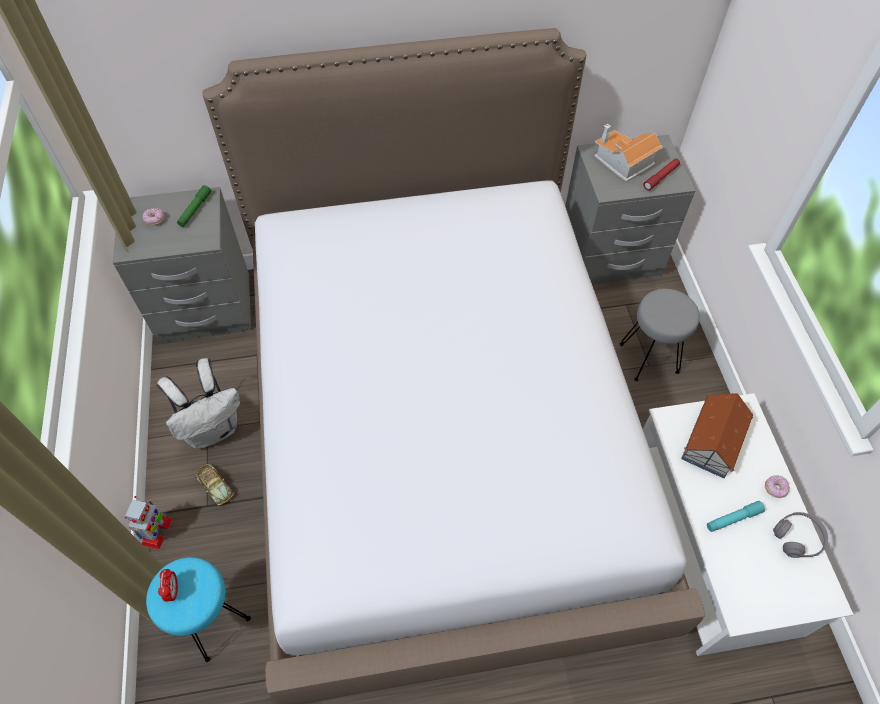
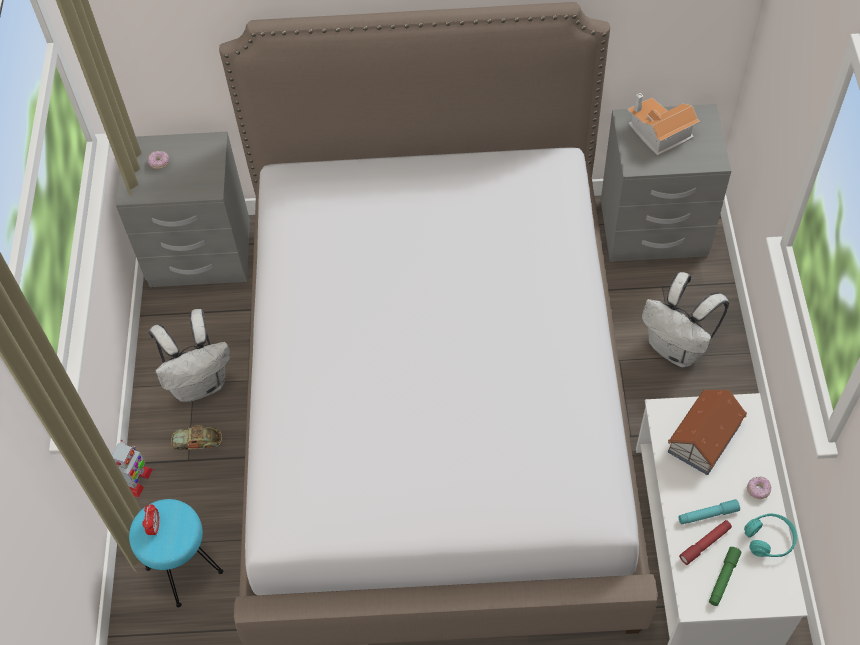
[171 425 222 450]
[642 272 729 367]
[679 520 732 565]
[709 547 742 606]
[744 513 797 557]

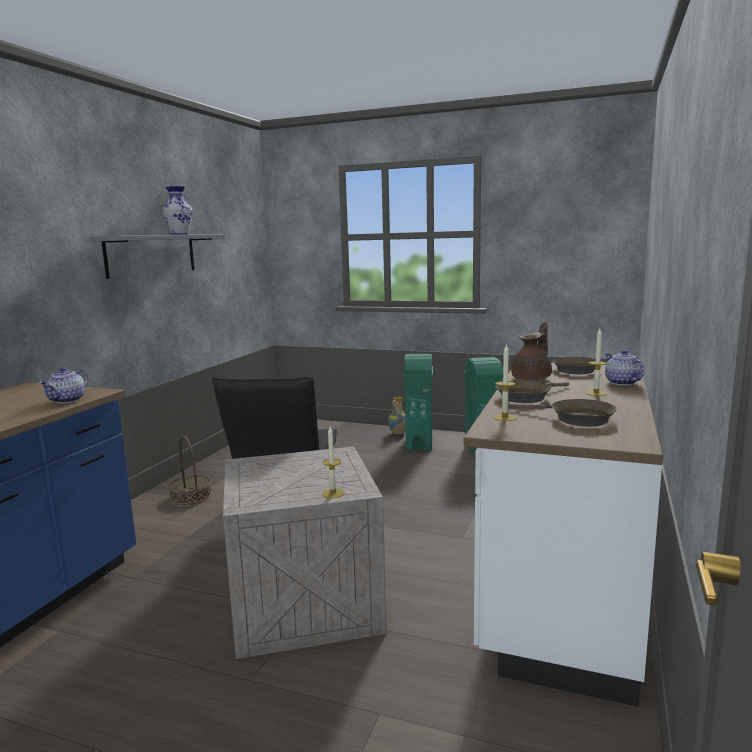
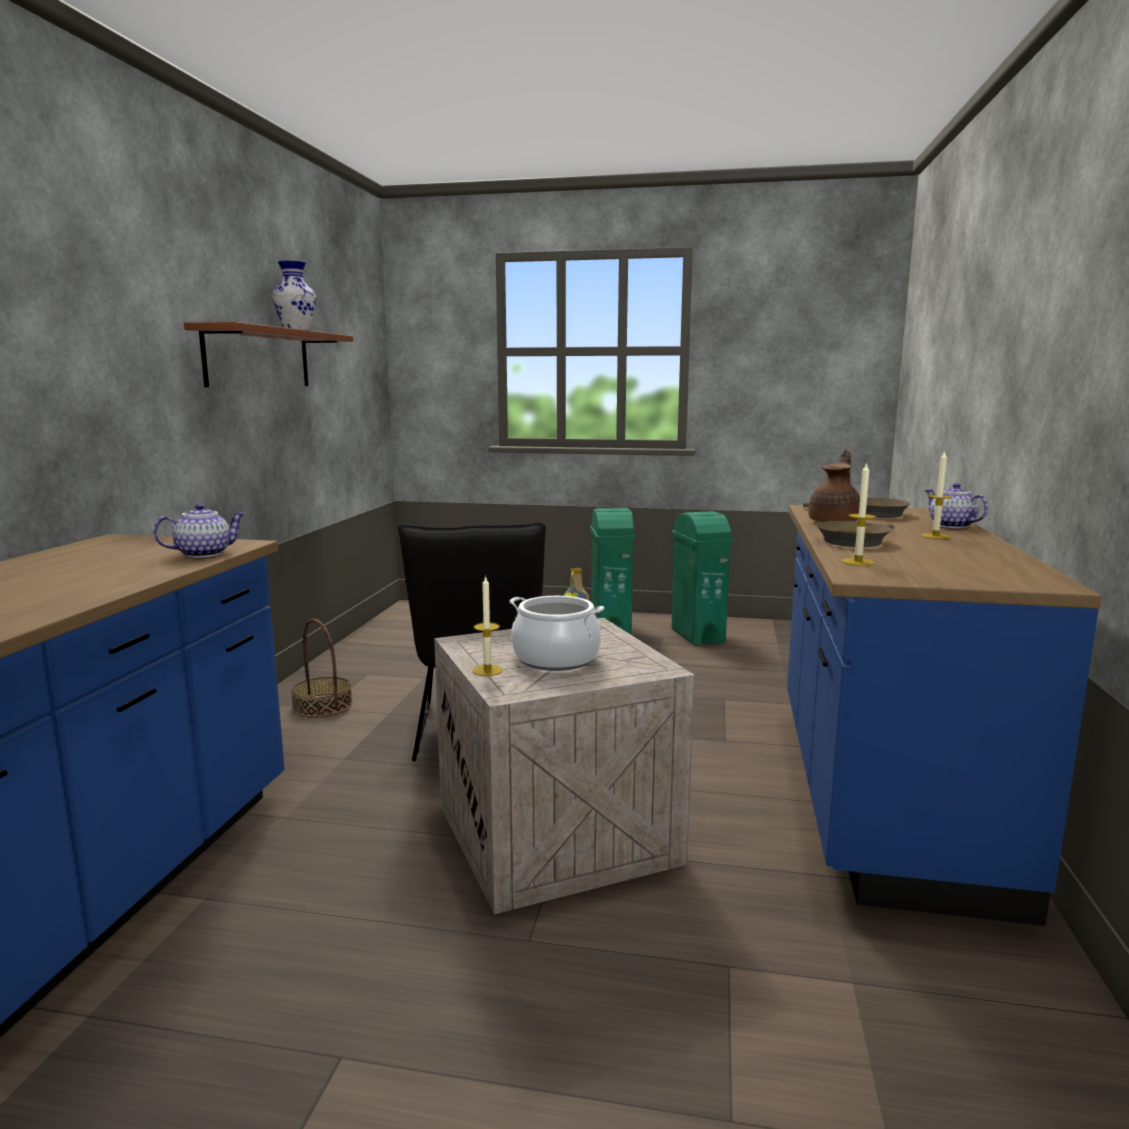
[153 503 246 558]
[184 322 353 387]
[473 575 503 676]
[509 596 604 671]
[787 505 1102 926]
[508 399 617 427] (first image)

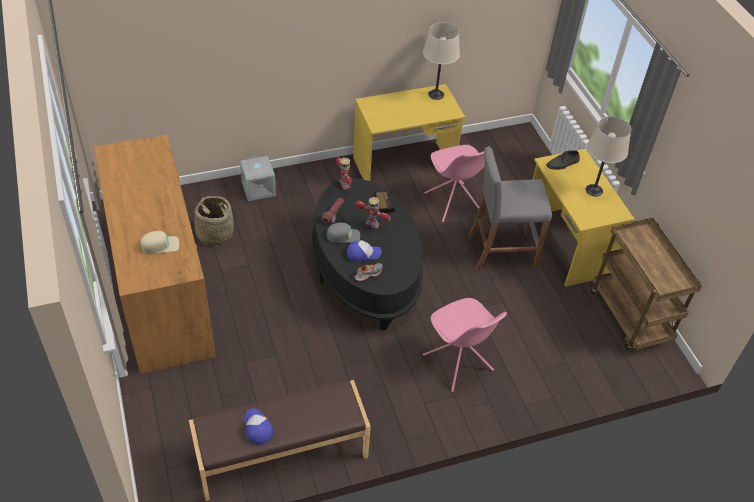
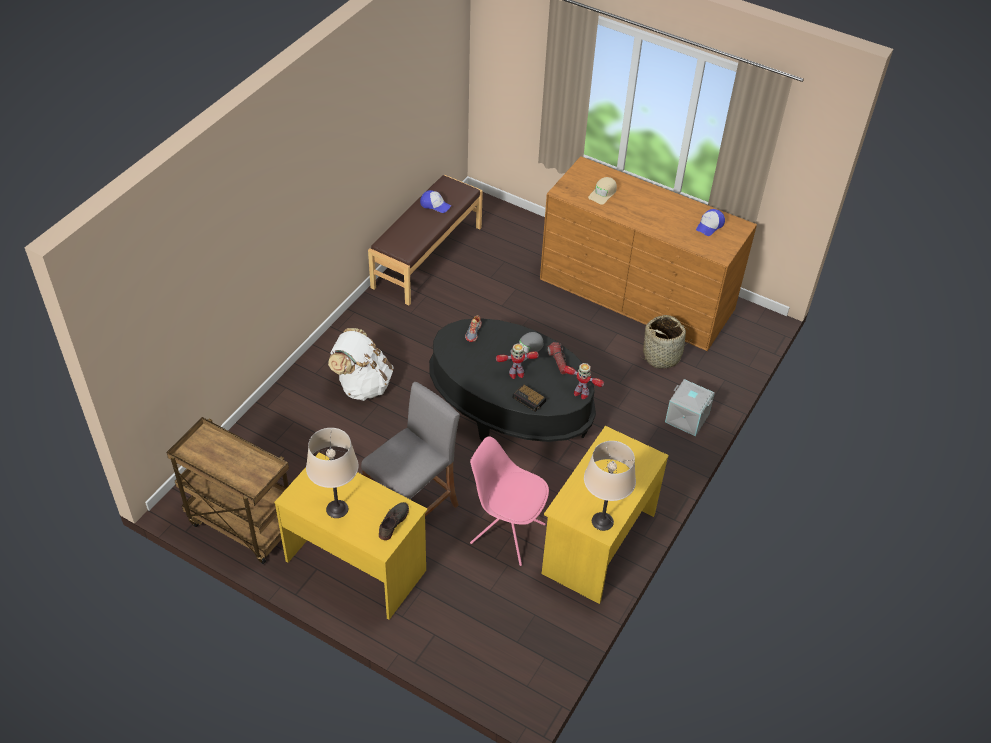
[328 328 394 401]
[696 209 725 236]

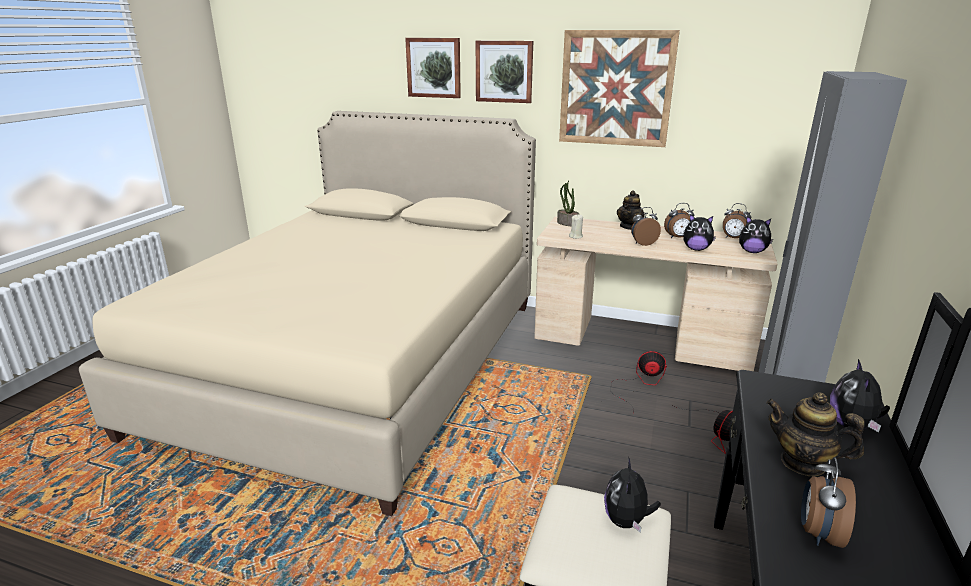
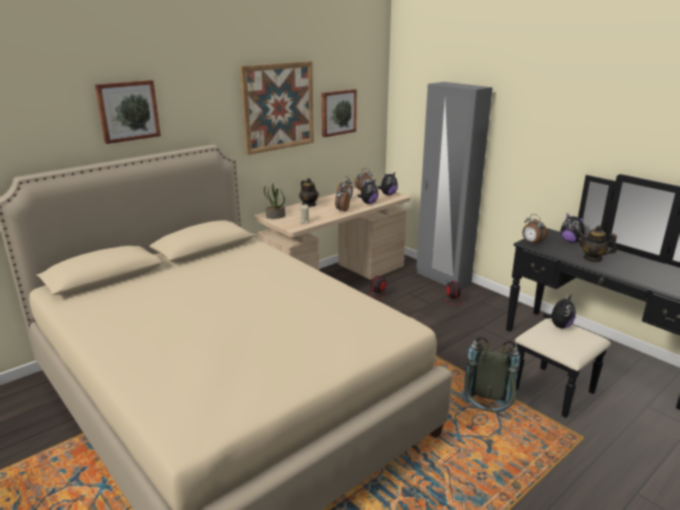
[322 89 357 137]
[460 336 521 413]
[522 214 547 245]
[543 296 576 328]
[577 225 617 262]

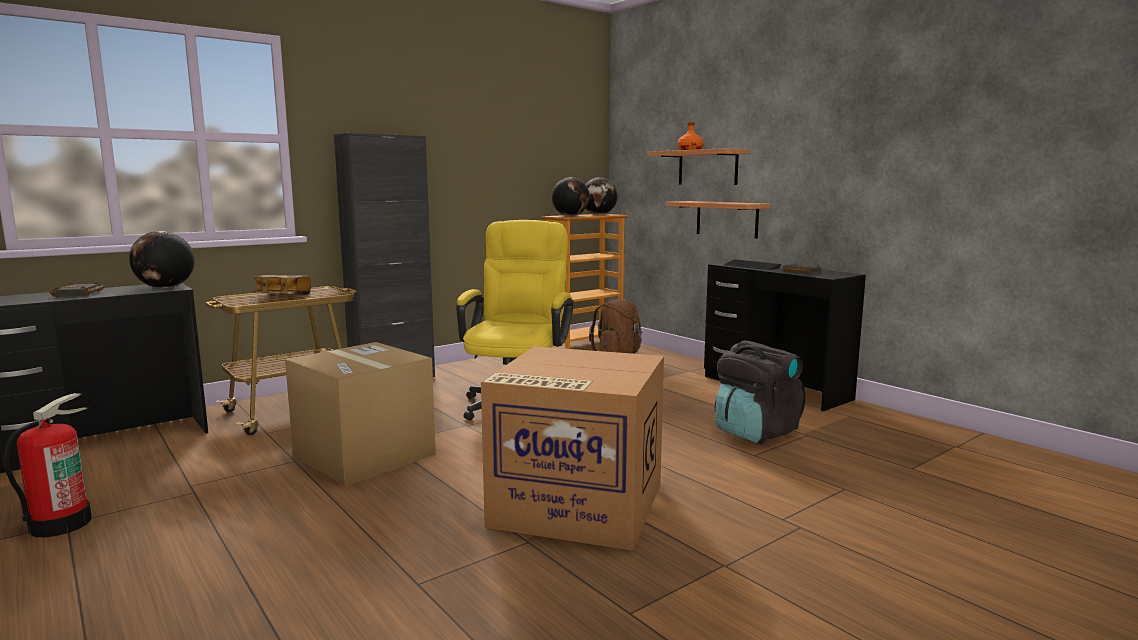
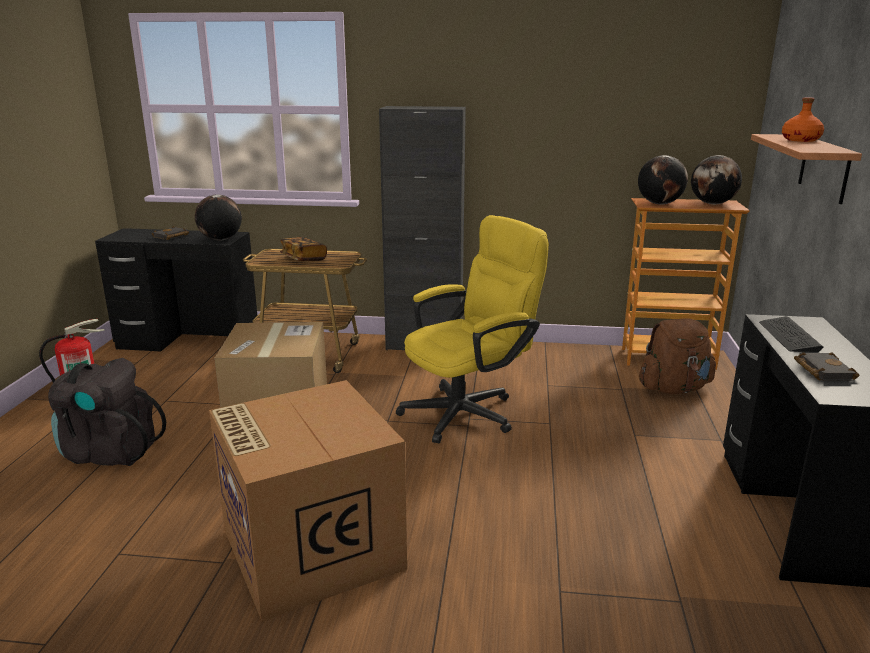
[48 358 166 466]
[666 201 770 239] (first image)

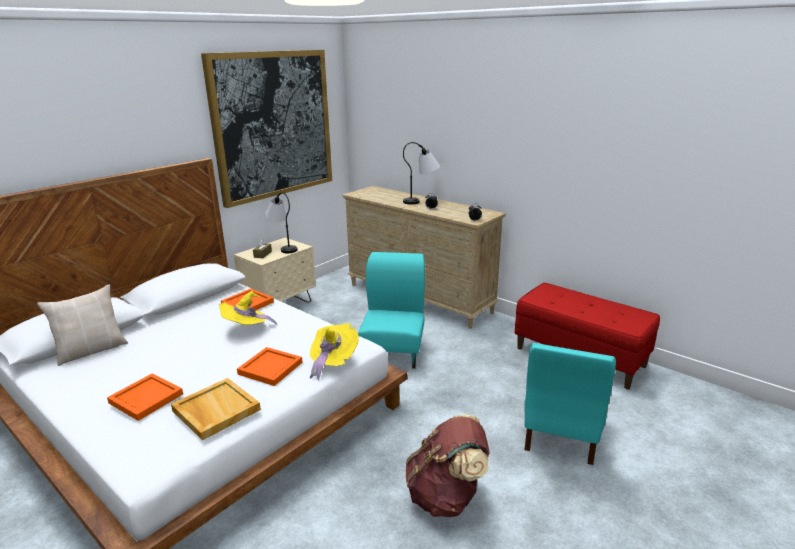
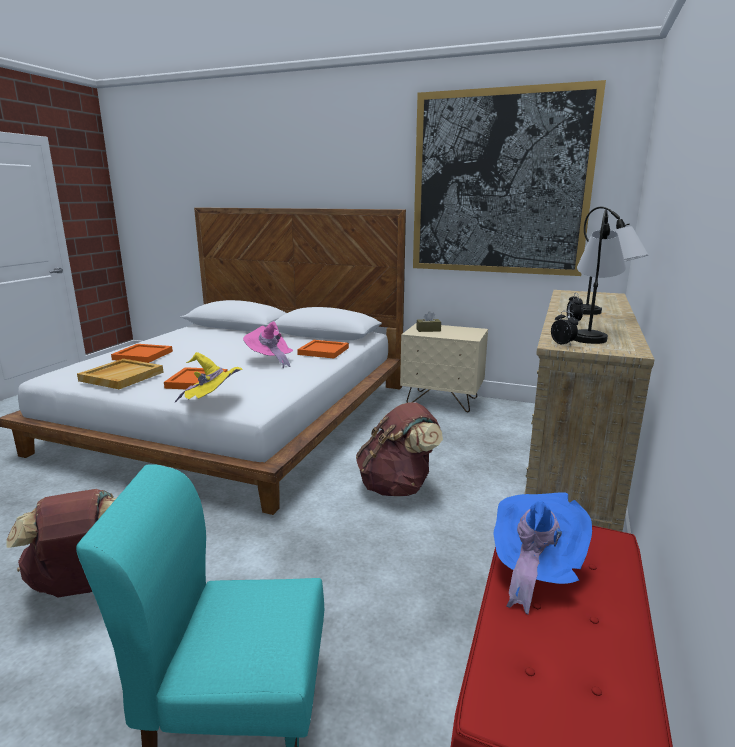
[243 321 293 368]
[356 402 443 496]
[494 492 592 614]
[574 209 626 344]
[37 285 128 366] (first image)

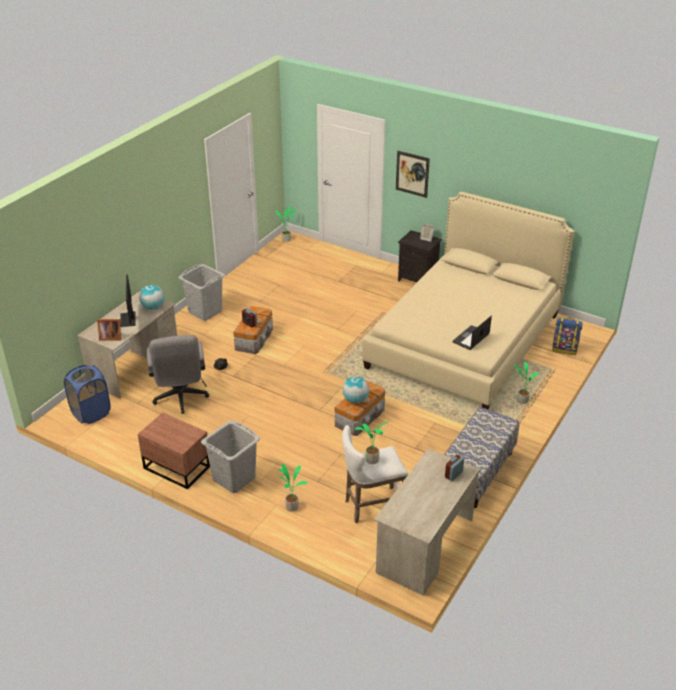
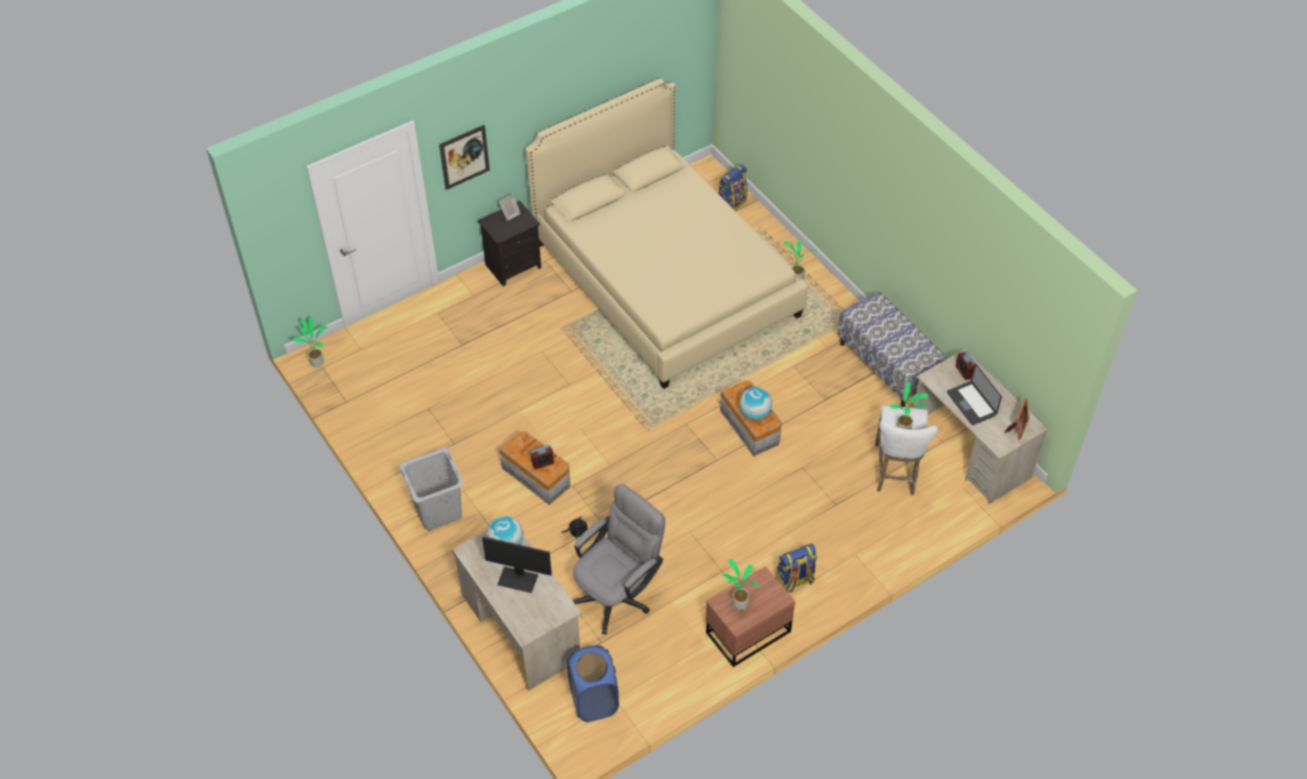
[573 484 665 634]
[722 559 760 610]
[775 543 817 593]
[947 364 1002 425]
[1005 398 1029 439]

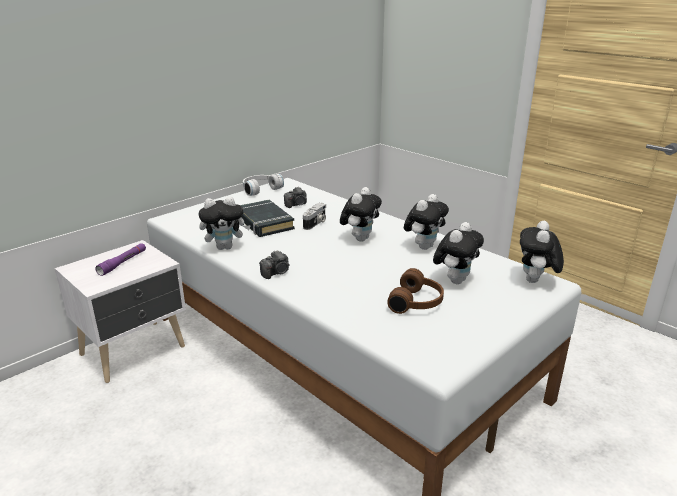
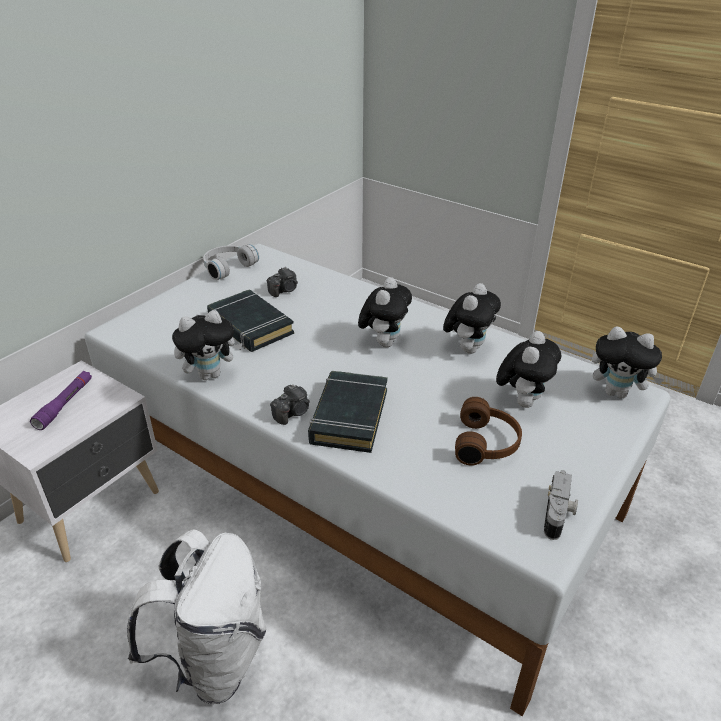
[127 529 266 704]
[308 371 388 453]
[544 470 578 540]
[592 326 665 399]

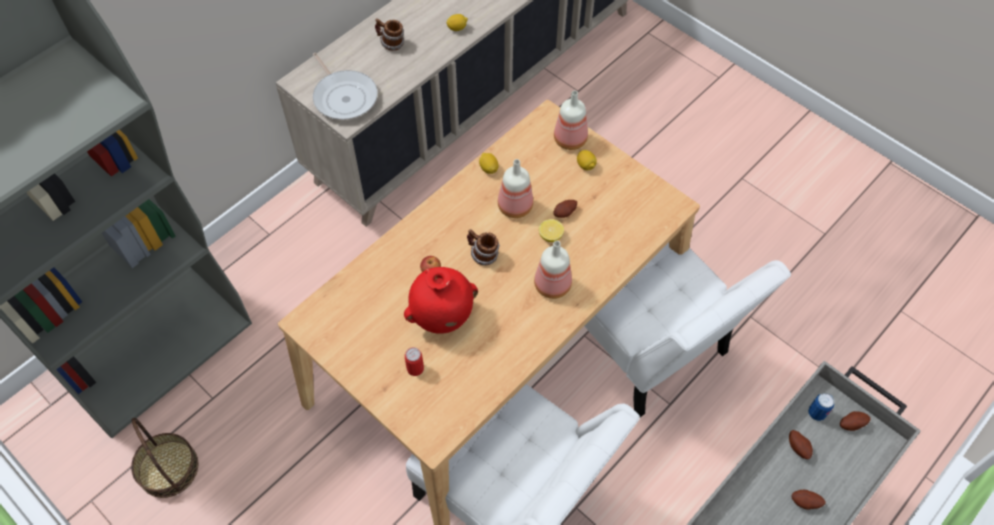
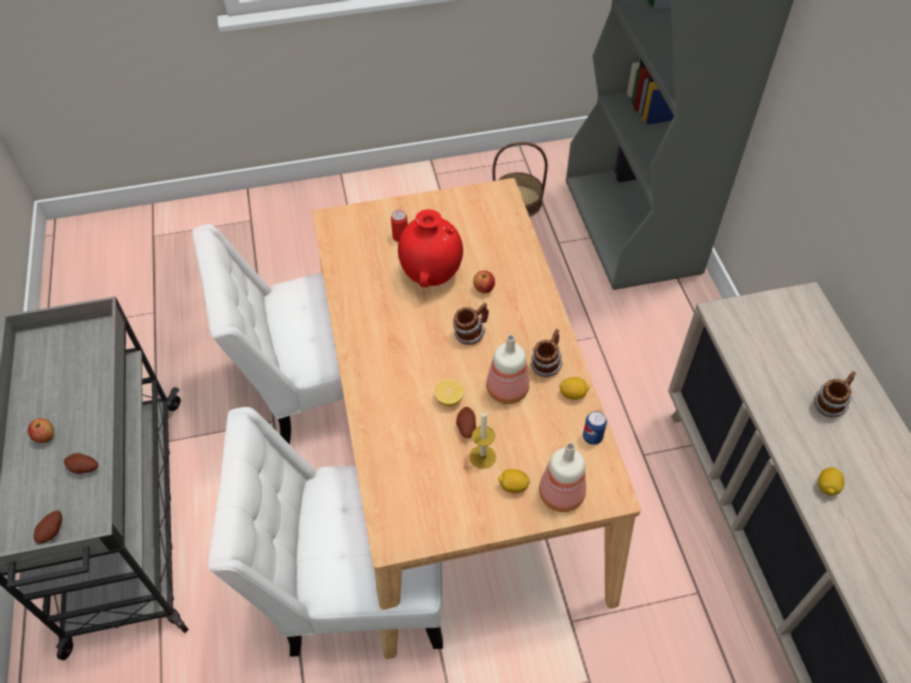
[28 418 54 443]
[469 411 496 469]
[530 329 563 377]
[583 411 607 445]
[313 53 378 120] (first image)
[534 241 572 299] (first image)

